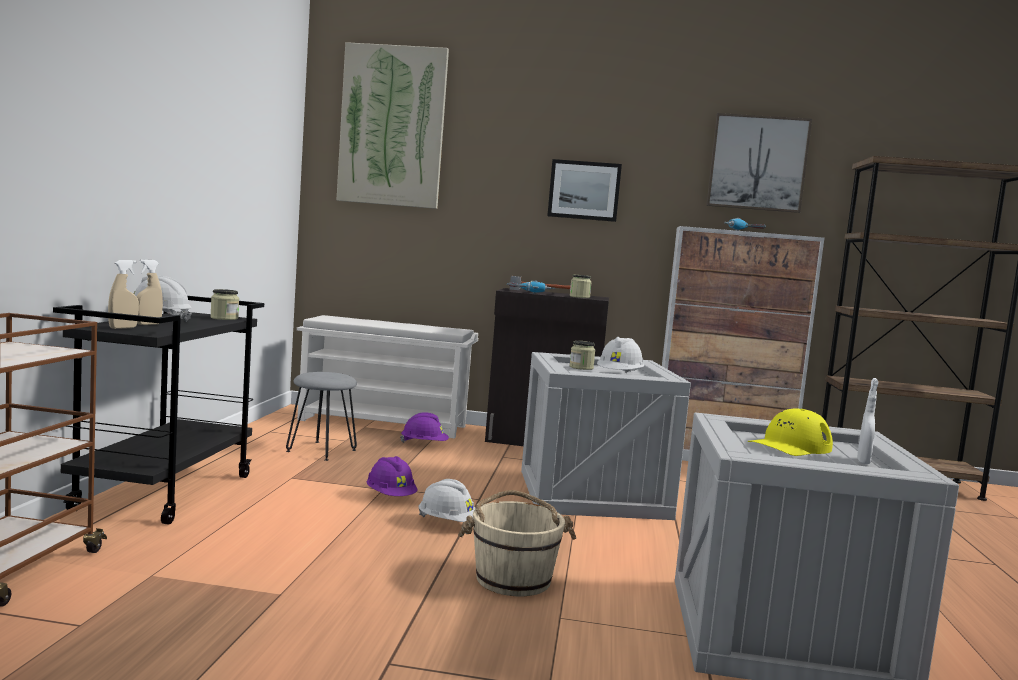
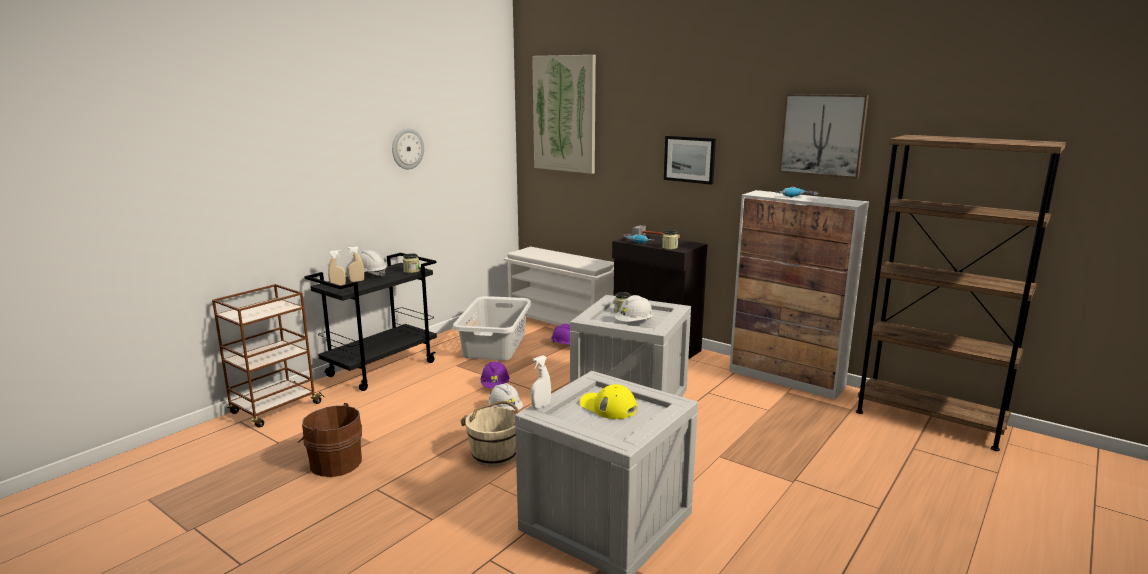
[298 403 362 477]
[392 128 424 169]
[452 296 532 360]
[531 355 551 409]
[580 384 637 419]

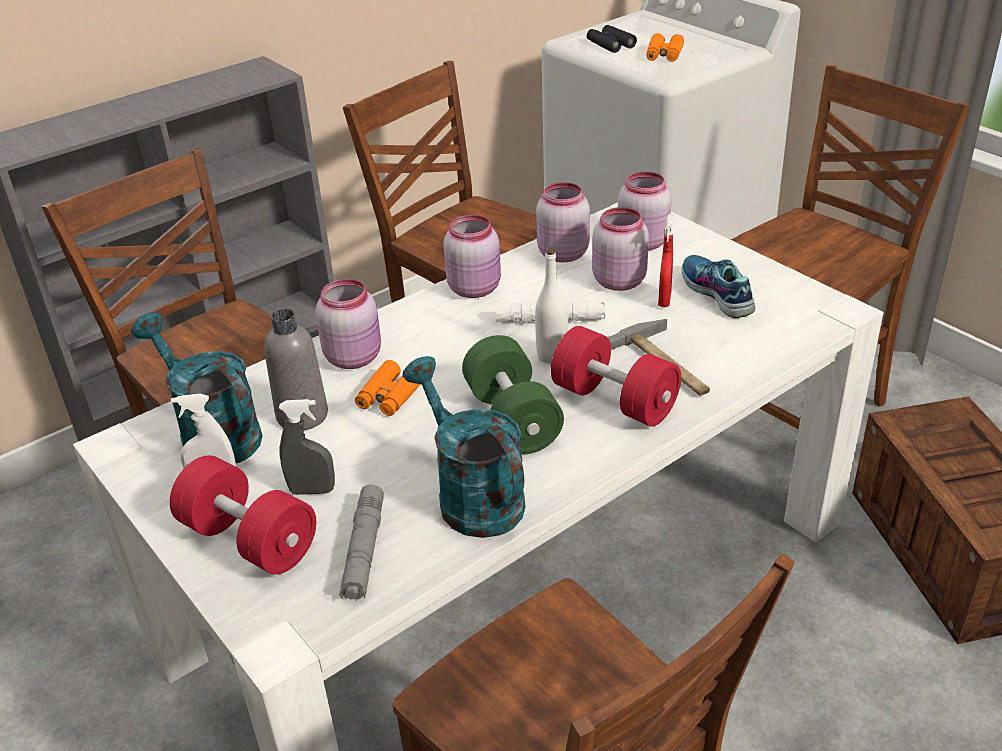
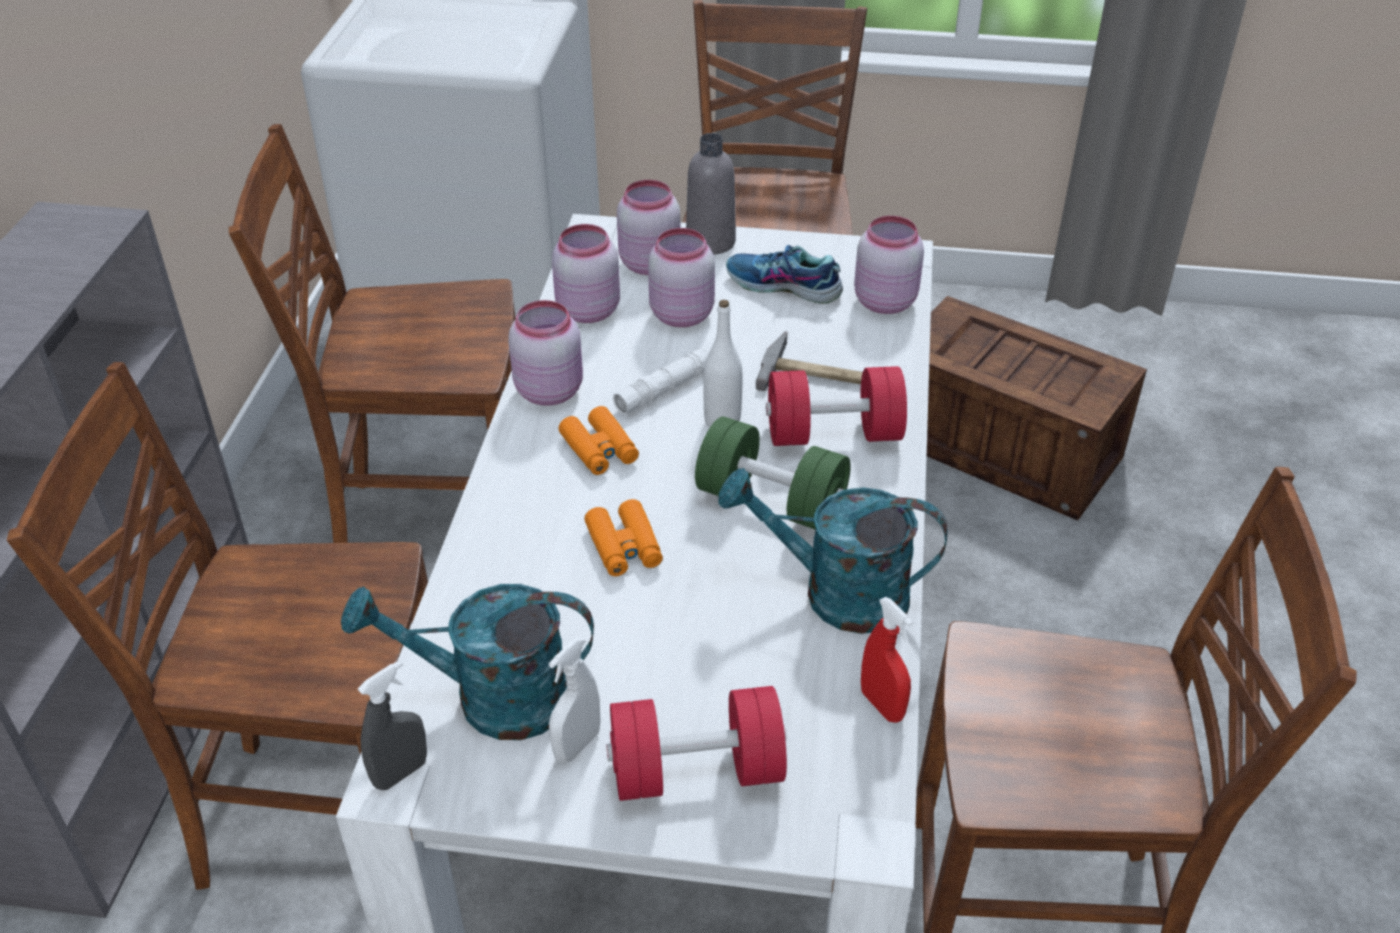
[358 660 427 790]
[559 406 639 475]
[686 133 736 255]
[854 216 924 314]
[861 597 914 723]
[339 485 384 599] (first image)
[587 25 637 53] (first image)

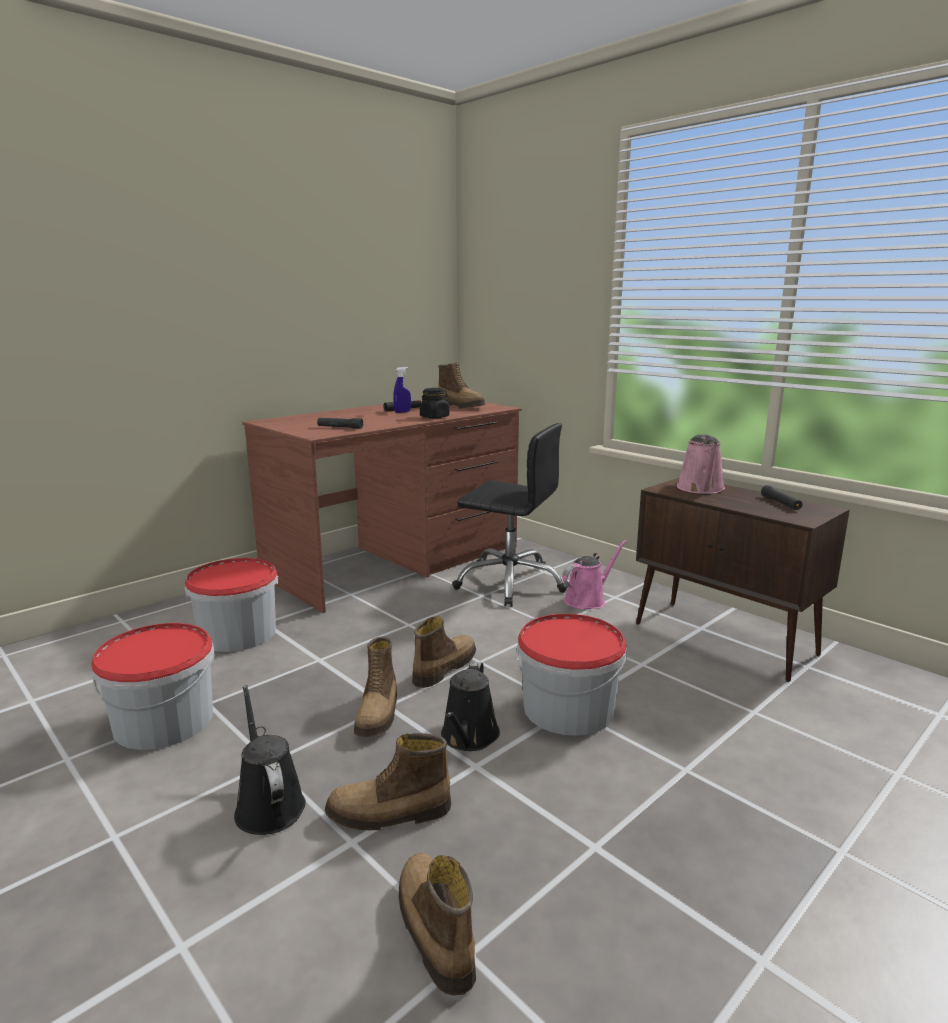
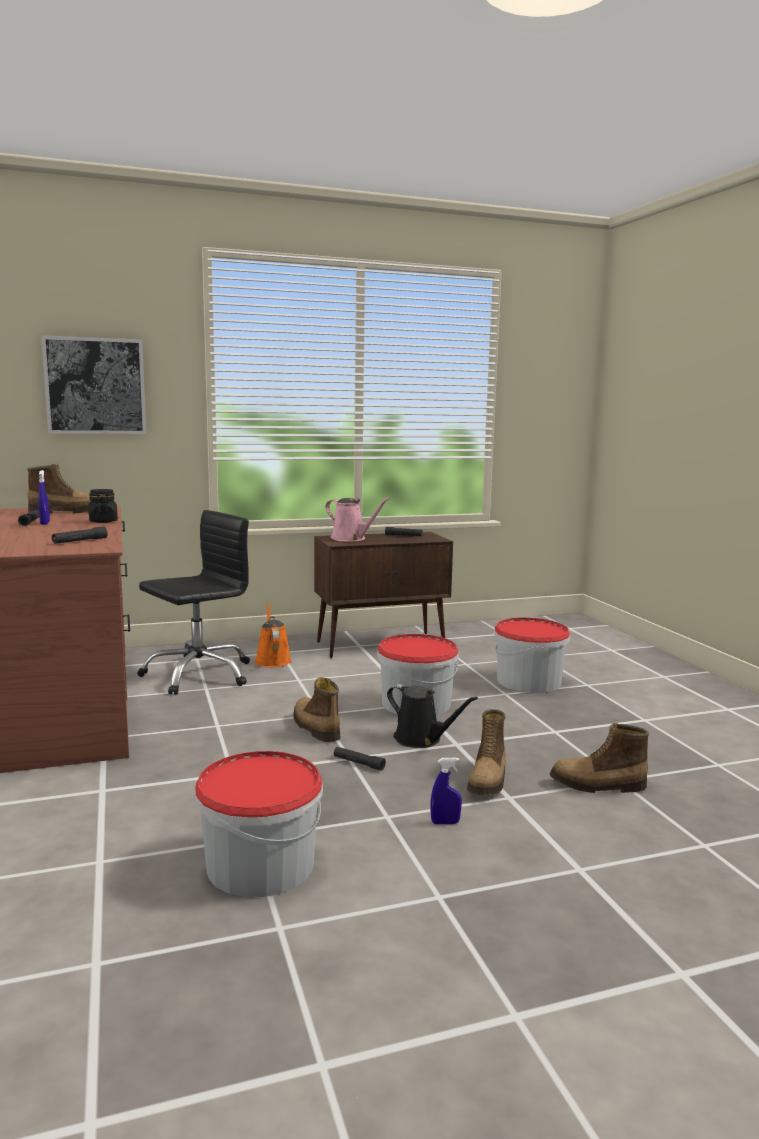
[41 335 146 434]
[255 603 292 667]
[334 747 386 771]
[430 758 462 824]
[494 618 570 693]

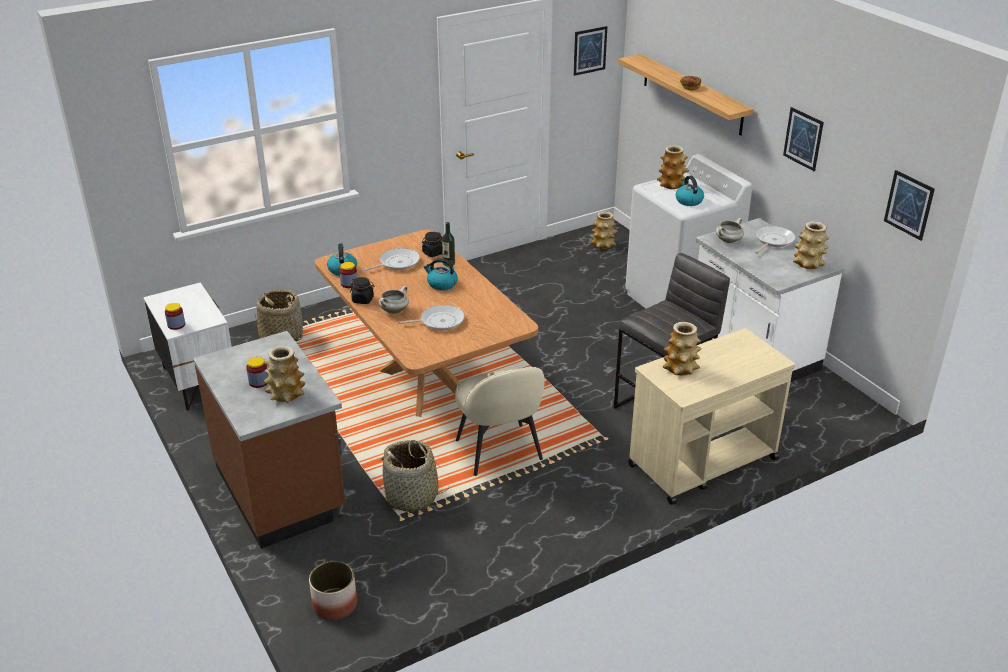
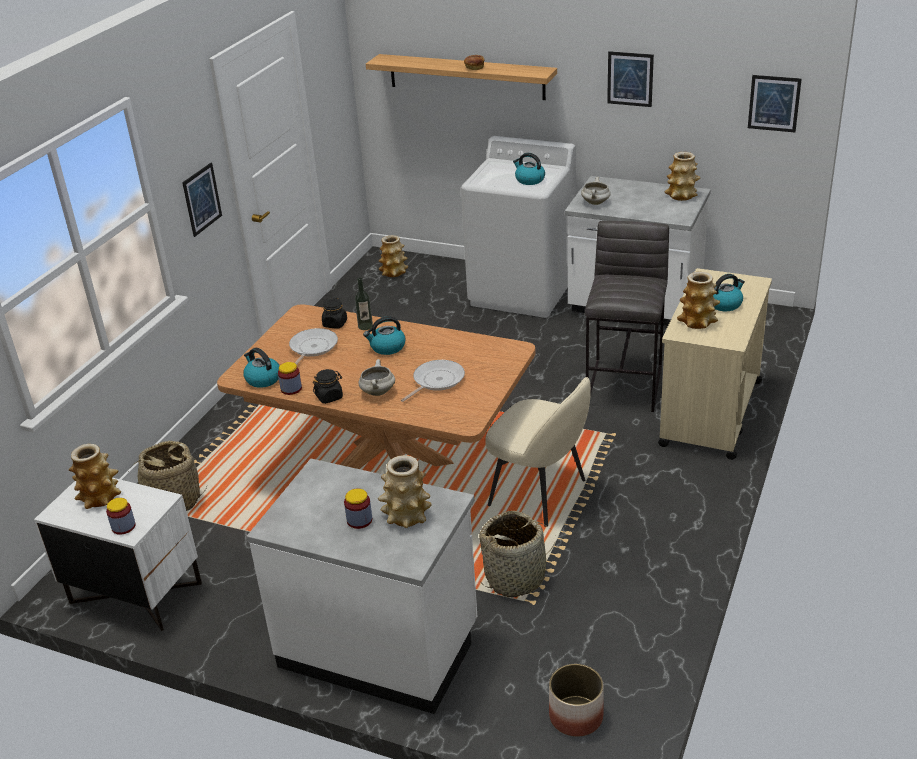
[69 444 121 509]
[182 163 222 237]
[247 459 477 714]
[713 274 745 311]
[755 226 796 254] (first image)

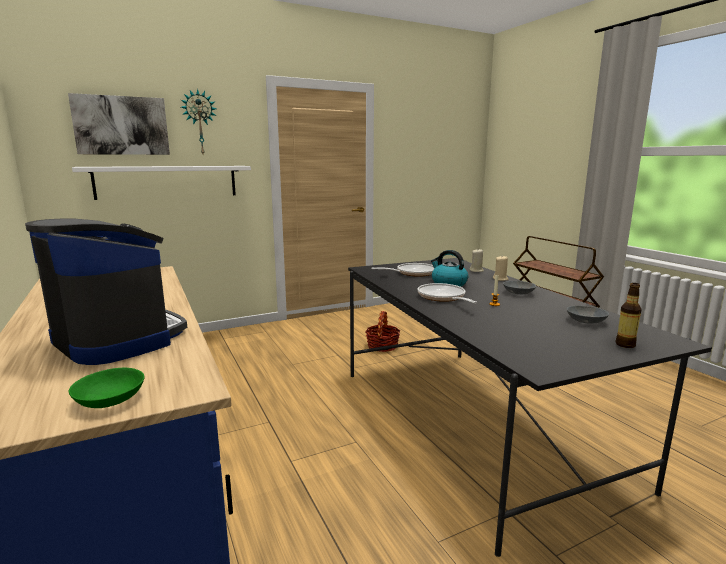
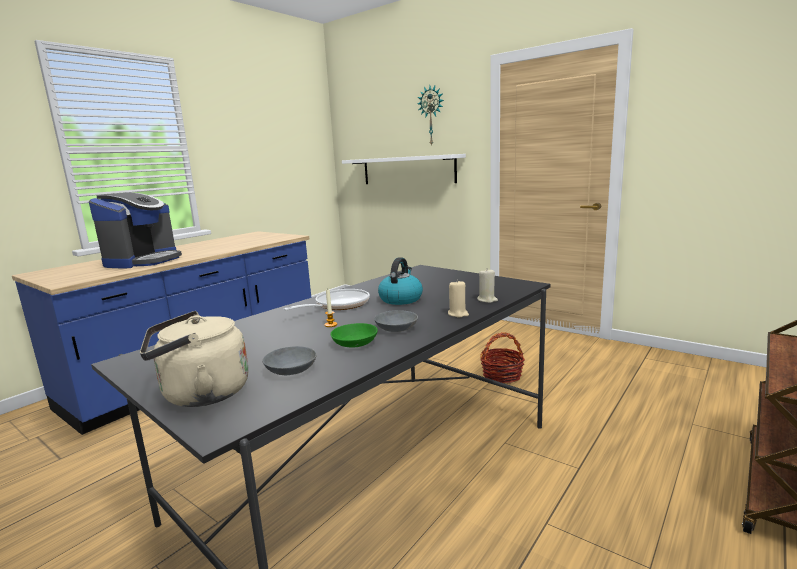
[140 311 249 407]
[330 323 378 347]
[68 93 170 155] (first image)
[371 263 434 277] (first image)

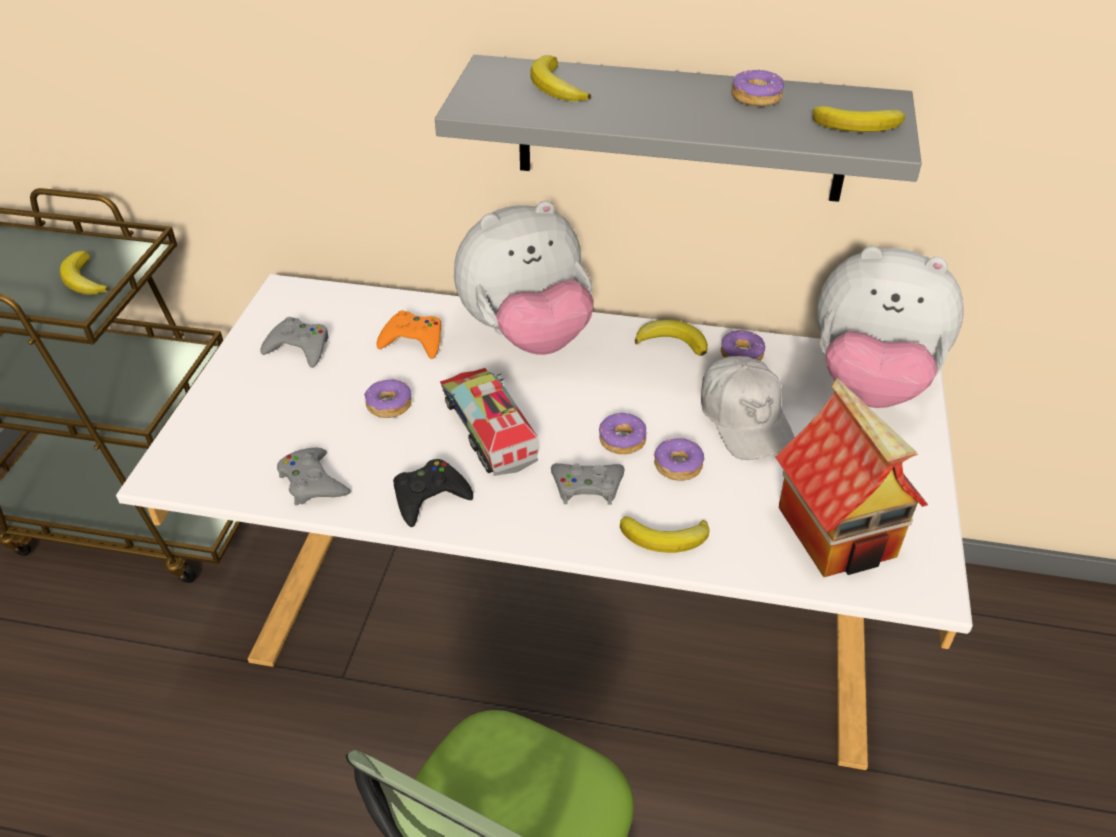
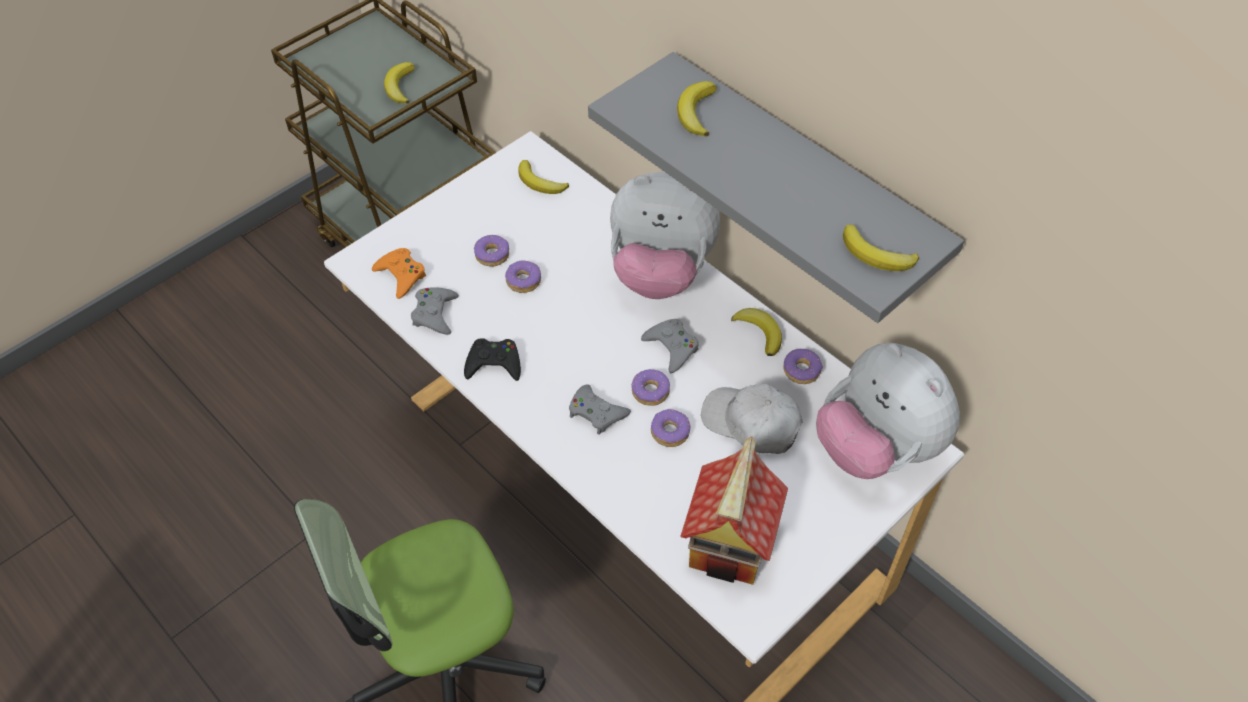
[372 248 426 299]
[474 235 509 267]
[518 160 569 194]
[641 319 699 373]
[701 384 803 454]
[440 368 538 476] (first image)

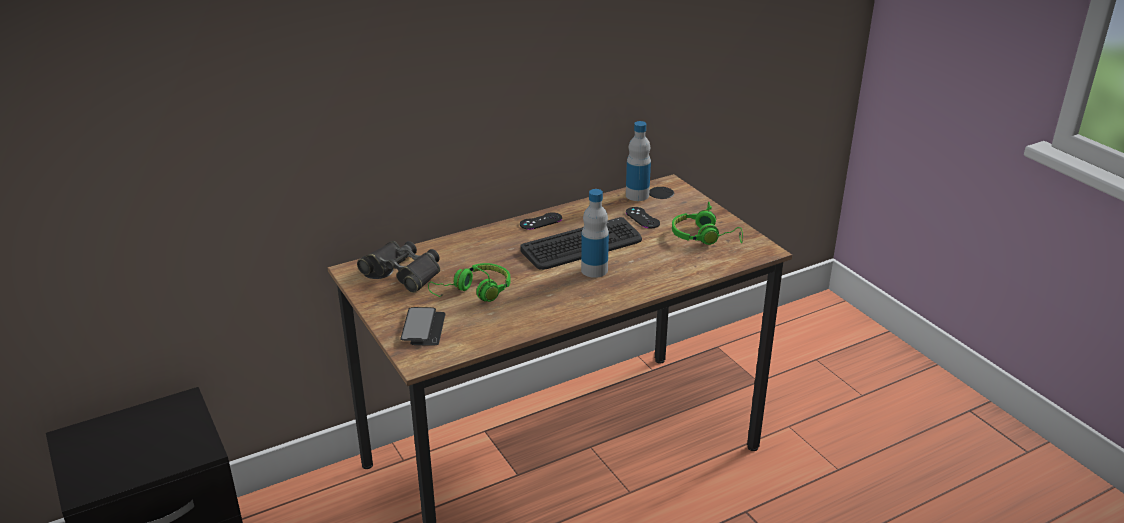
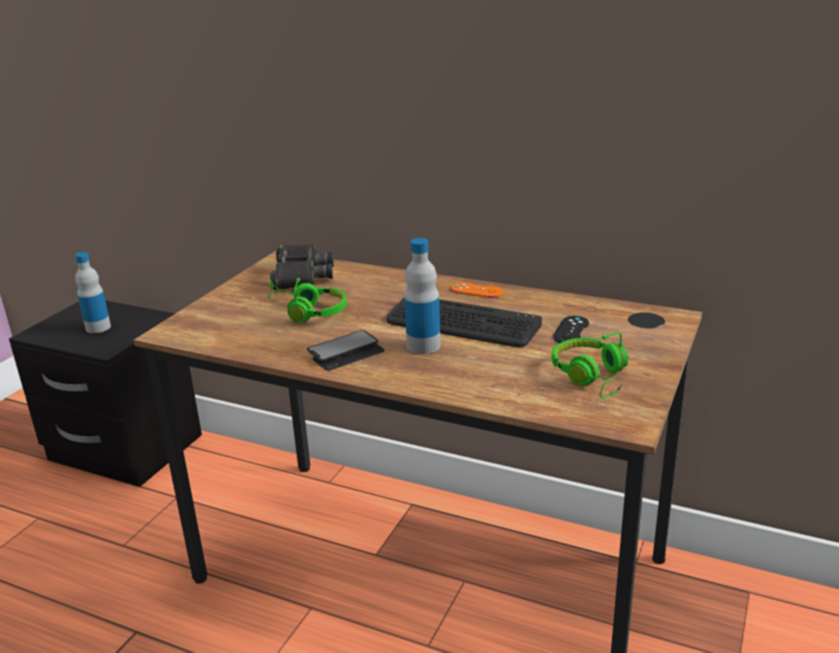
[75 252 111 333]
[307 330 385 371]
[451 282 504 298]

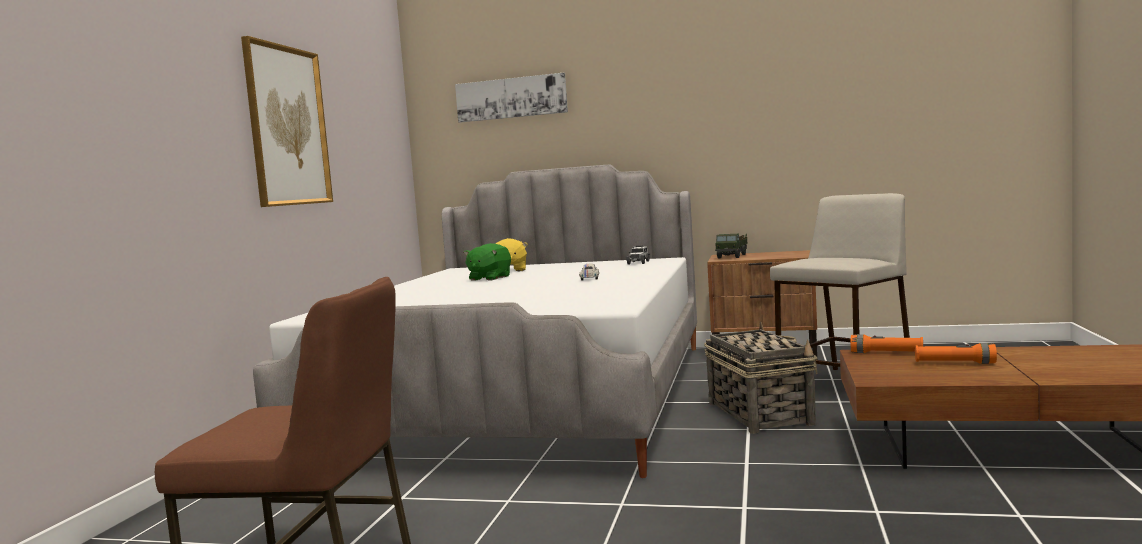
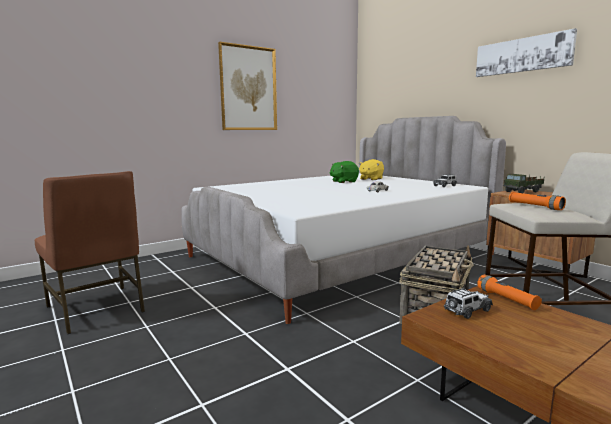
[444 287 493 319]
[476 28 577 77]
[509 191 566 210]

